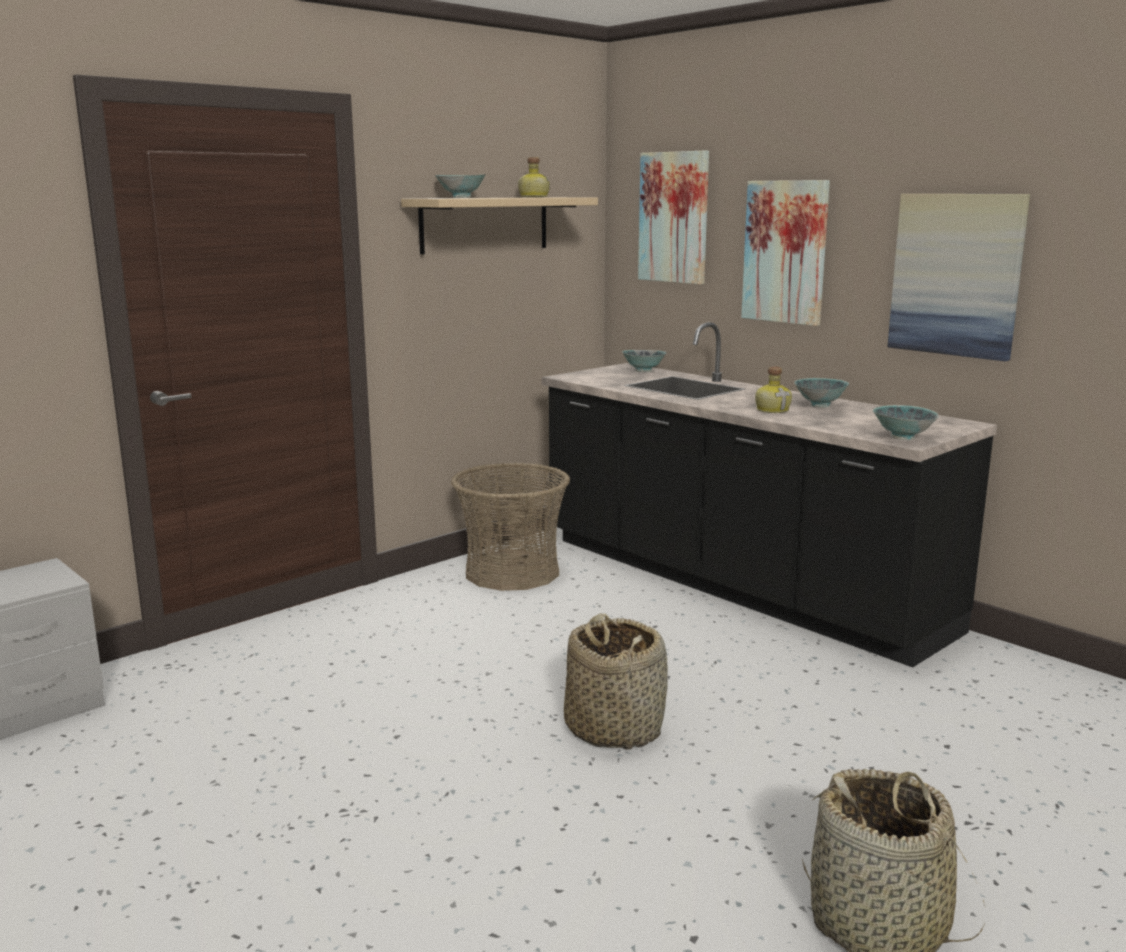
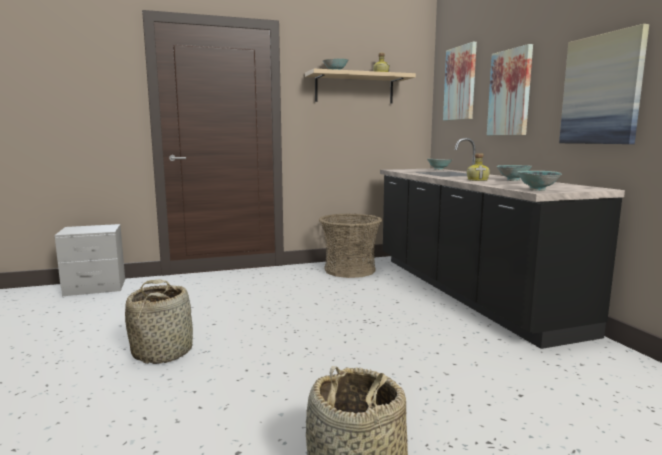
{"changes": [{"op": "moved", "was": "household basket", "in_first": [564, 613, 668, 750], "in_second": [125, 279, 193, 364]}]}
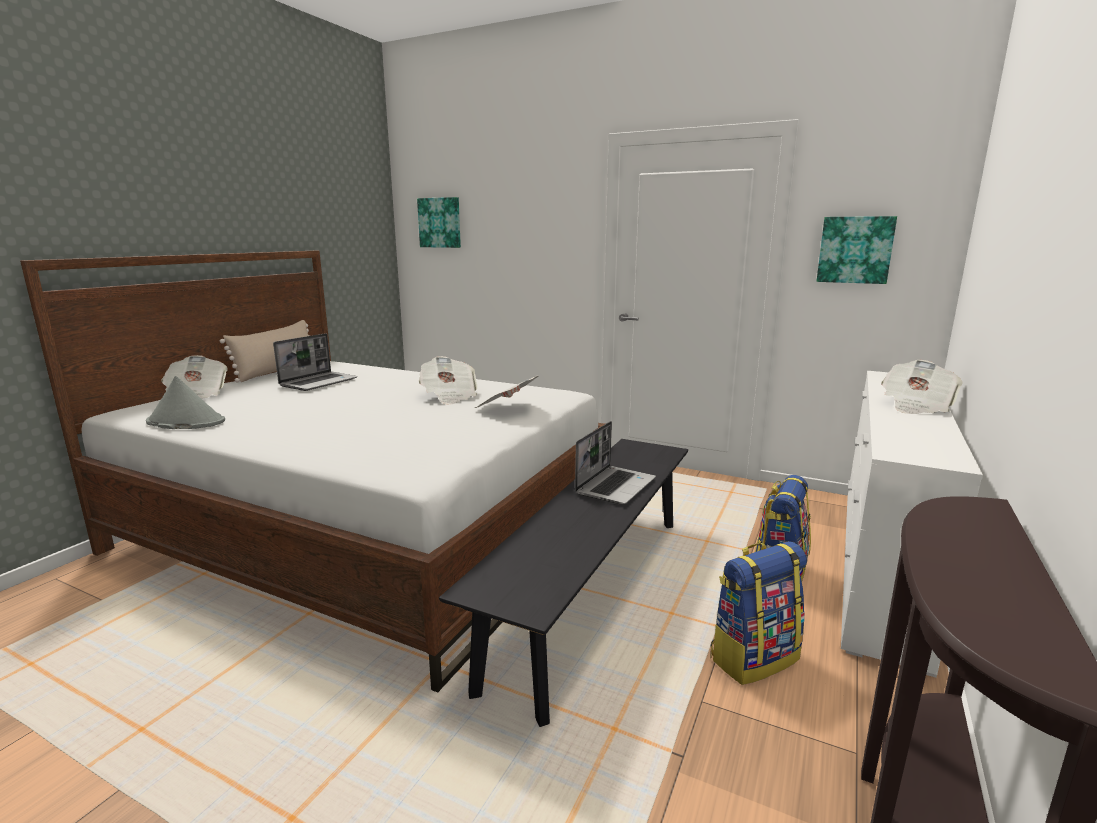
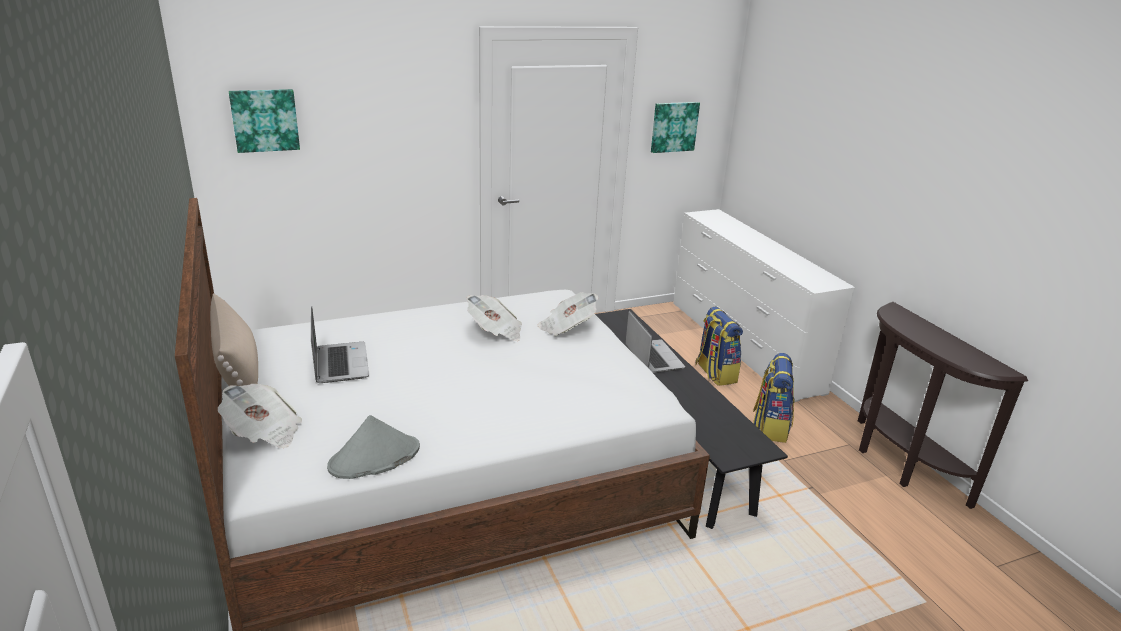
{"changes": [{"op": "removed", "was": "daily paper", "in_first": [881, 360, 962, 414]}]}
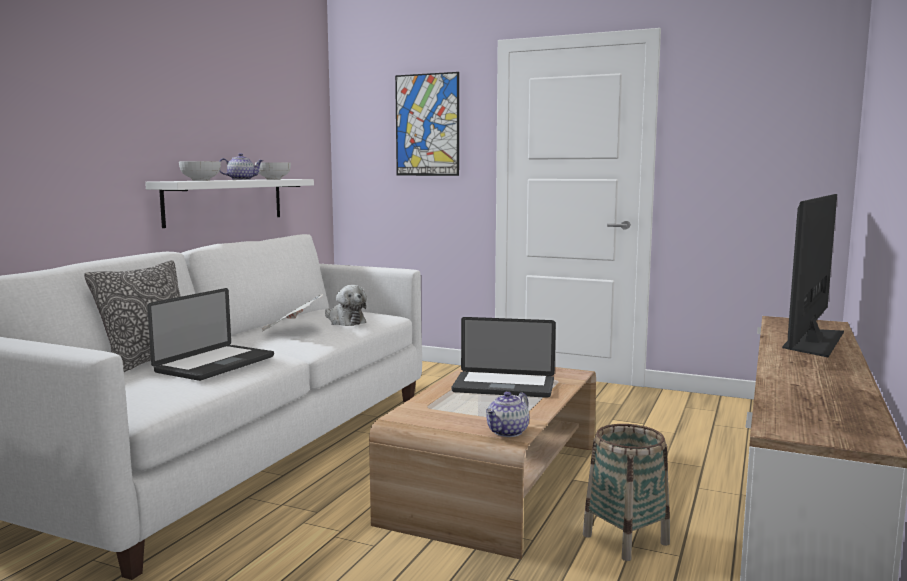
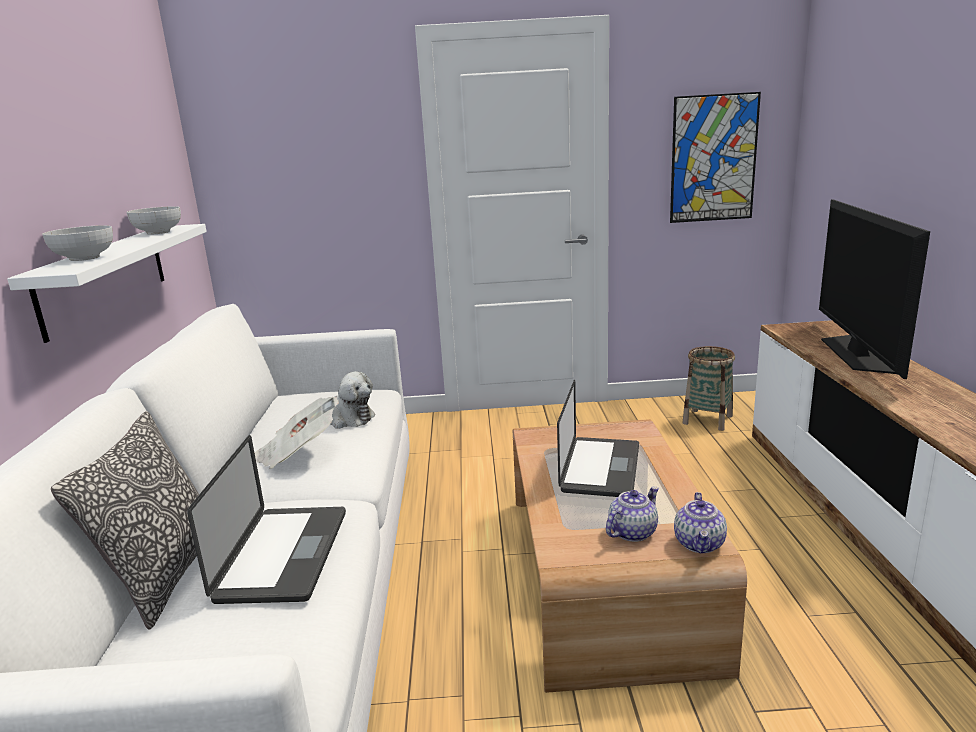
{"changes": [{"op": "moved", "was": "tea pot", "in_first": [219, 153, 263, 180], "in_second": [606, 487, 659, 542]}, {"op": "moved", "was": "wall art", "in_first": [395, 72, 459, 176], "in_second": [670, 92, 761, 223]}, {"op": "moved", "was": "household basket", "in_first": [583, 424, 670, 561], "in_second": [682, 346, 735, 431]}, {"op": "turned", "was": "notebook computer", "in_first": [452, 317, 556, 398], "in_second": [557, 380, 639, 497], "clockwise": -60}]}
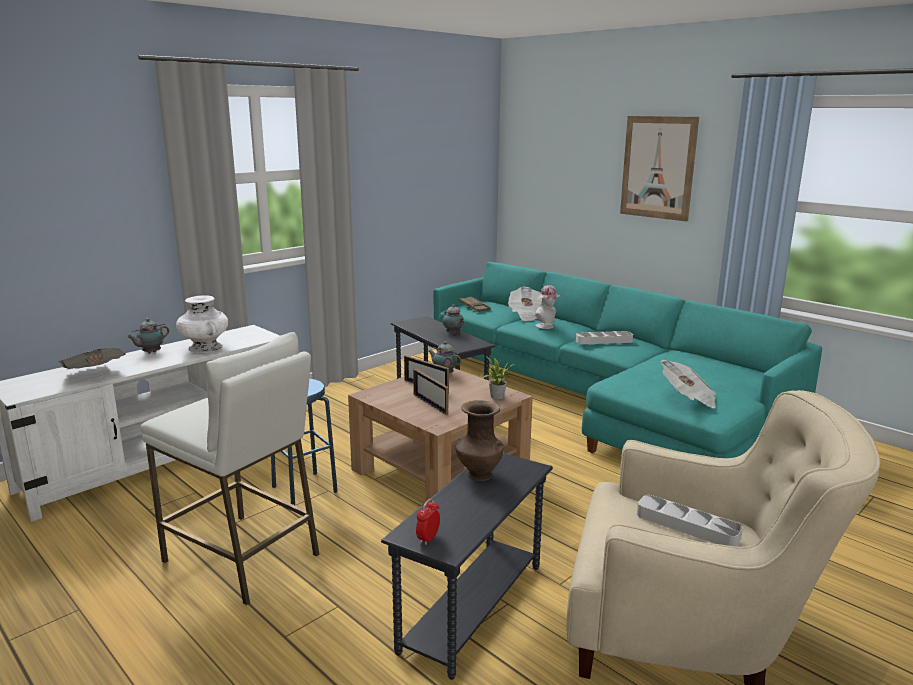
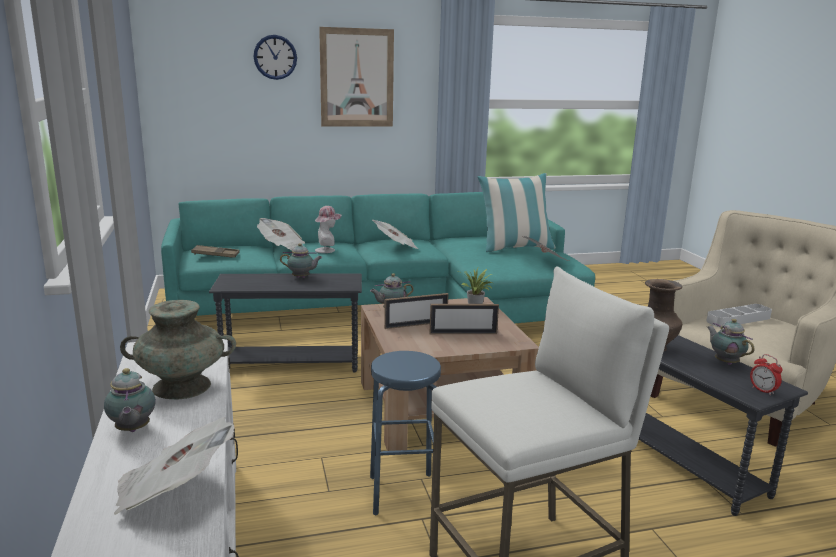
{"changes": [{"op": "added", "now": "clock on the wall", "in_second": [254, 35, 297, 80]}, {"op": "added", "now": "pillow", "in_second": [477, 173, 556, 252]}, {"op": "added", "now": "tea pot", "in_second": [707, 319, 755, 365]}, {"op": "replaced", "was": "greyish serving tray", "now": "daily paper", "in_first": [576, 331, 633, 344], "in_second": [372, 220, 418, 249]}, {"op": "recoloured", "was": "white vase", "now": "turquoise-coloured vase", "in_first": [176, 295, 228, 353], "in_second": [120, 300, 236, 399]}]}
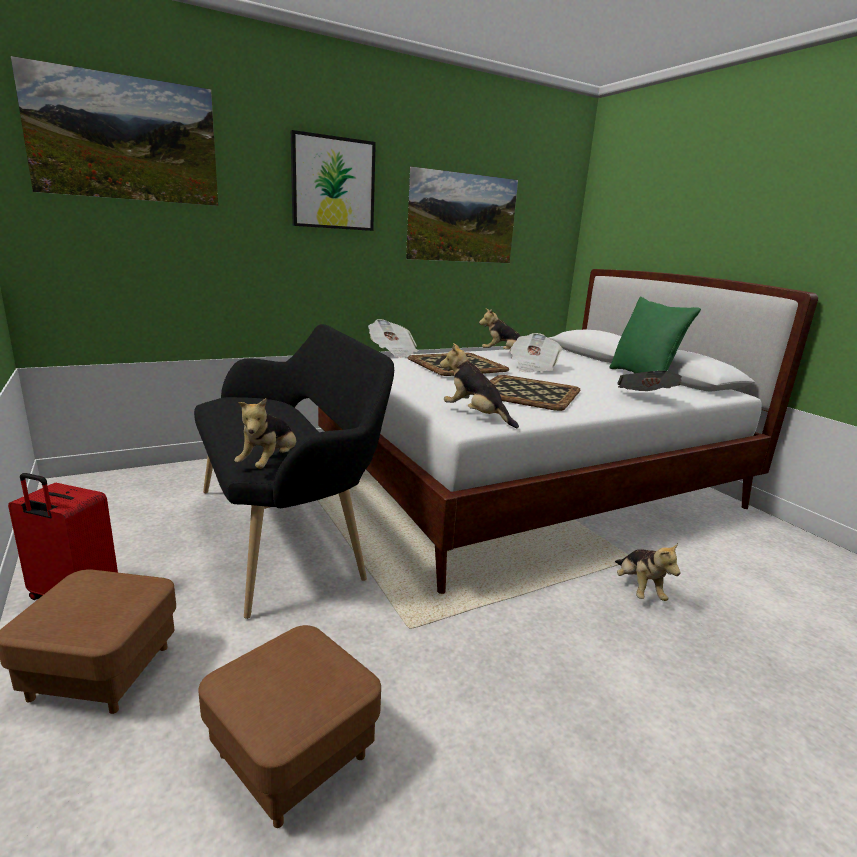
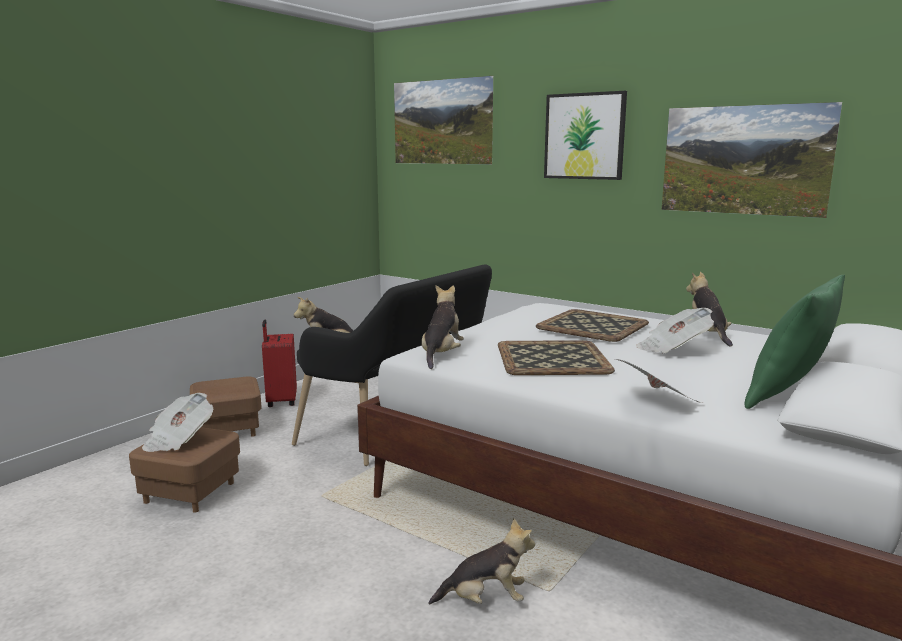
{"changes": [{"op": "moved", "was": "daily paper", "in_first": [368, 319, 418, 358], "in_second": [142, 393, 213, 452]}, {"op": "turned", "was": "soft toy", "in_first": [615, 543, 680, 601], "in_second": [428, 518, 535, 604], "clockwise": -150}]}
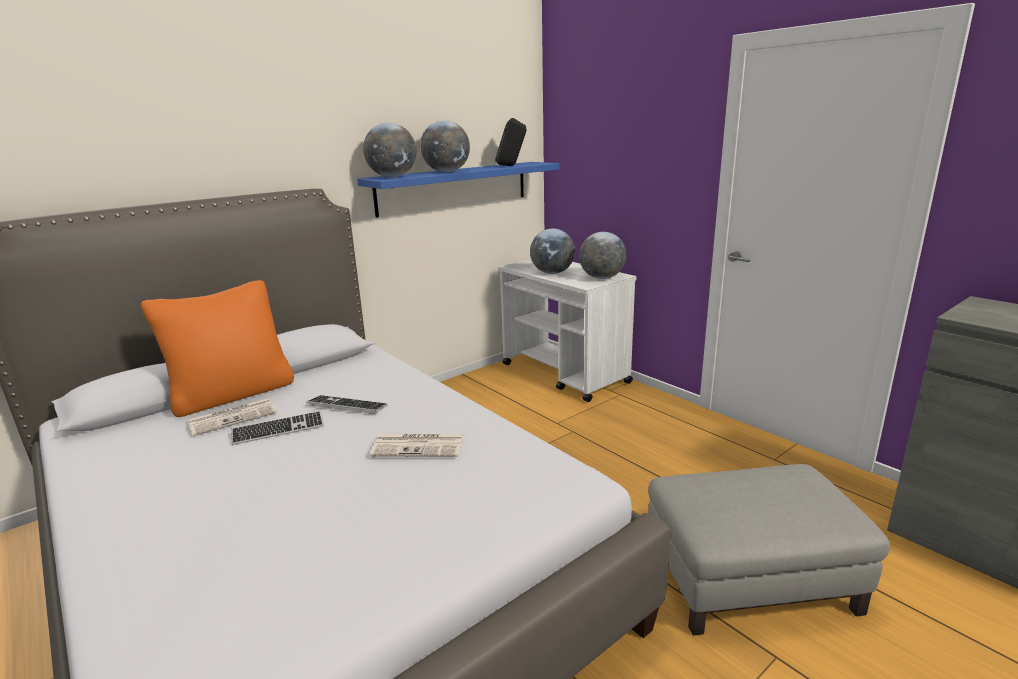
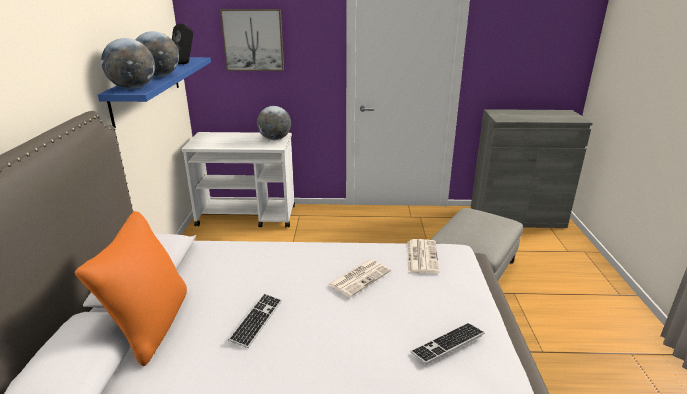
{"changes": [{"op": "removed", "was": "globe", "in_first": [530, 229, 575, 274]}, {"op": "added", "now": "wall art", "in_second": [220, 9, 284, 71]}, {"op": "moved", "was": "daily paper", "in_first": [187, 398, 277, 436], "in_second": [407, 239, 440, 274]}, {"op": "moved", "was": "keyboard", "in_first": [306, 395, 388, 414], "in_second": [410, 323, 485, 365]}]}
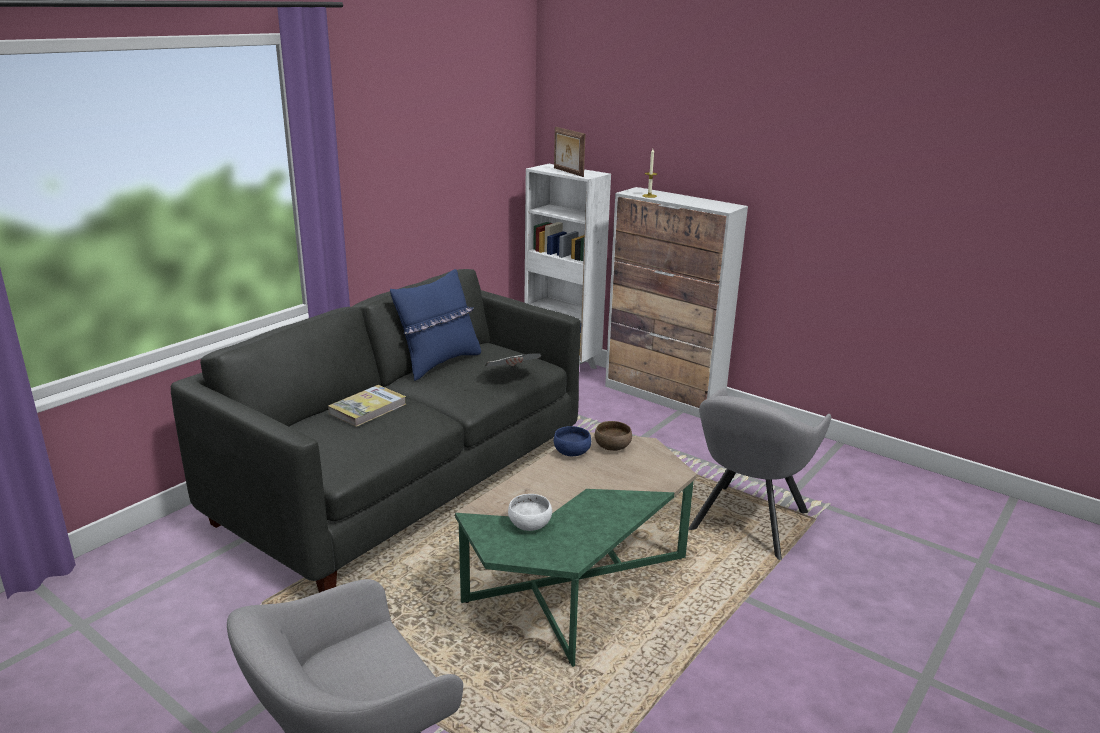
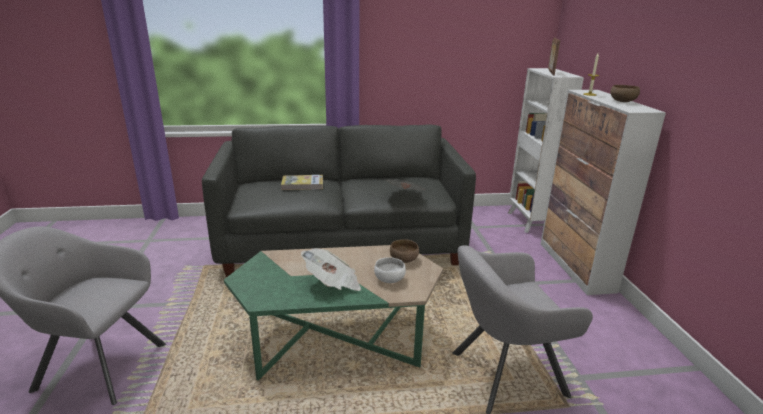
{"changes": [{"op": "removed", "was": "blue pillow", "in_first": [390, 269, 481, 381]}, {"op": "removed", "was": "blue bowl", "in_first": [554, 426, 591, 456]}, {"op": "added", "now": "daily paper", "in_second": [301, 248, 361, 291]}, {"op": "added", "now": "brown bowl", "in_second": [610, 85, 640, 102]}, {"op": "moved", "was": "white bowl", "in_first": [508, 494, 552, 531], "in_second": [374, 257, 406, 283]}]}
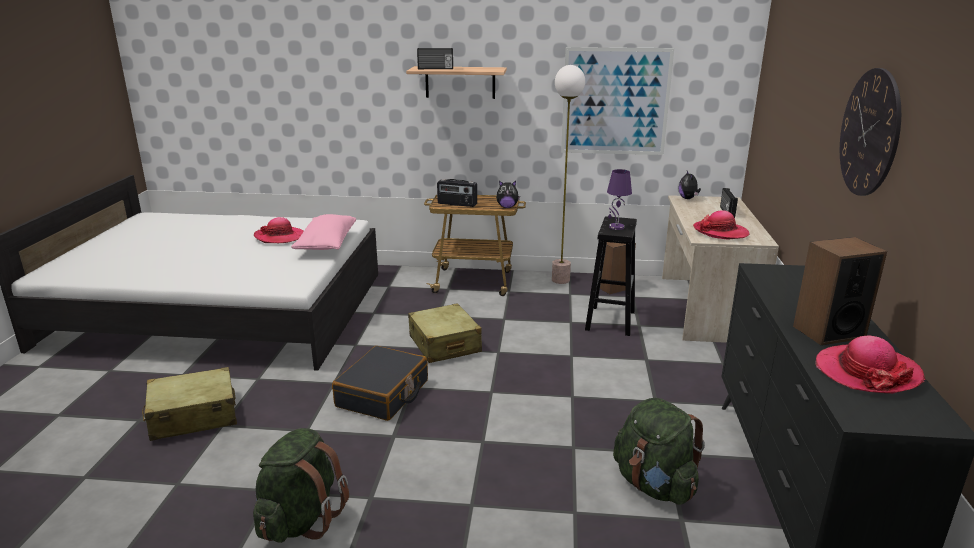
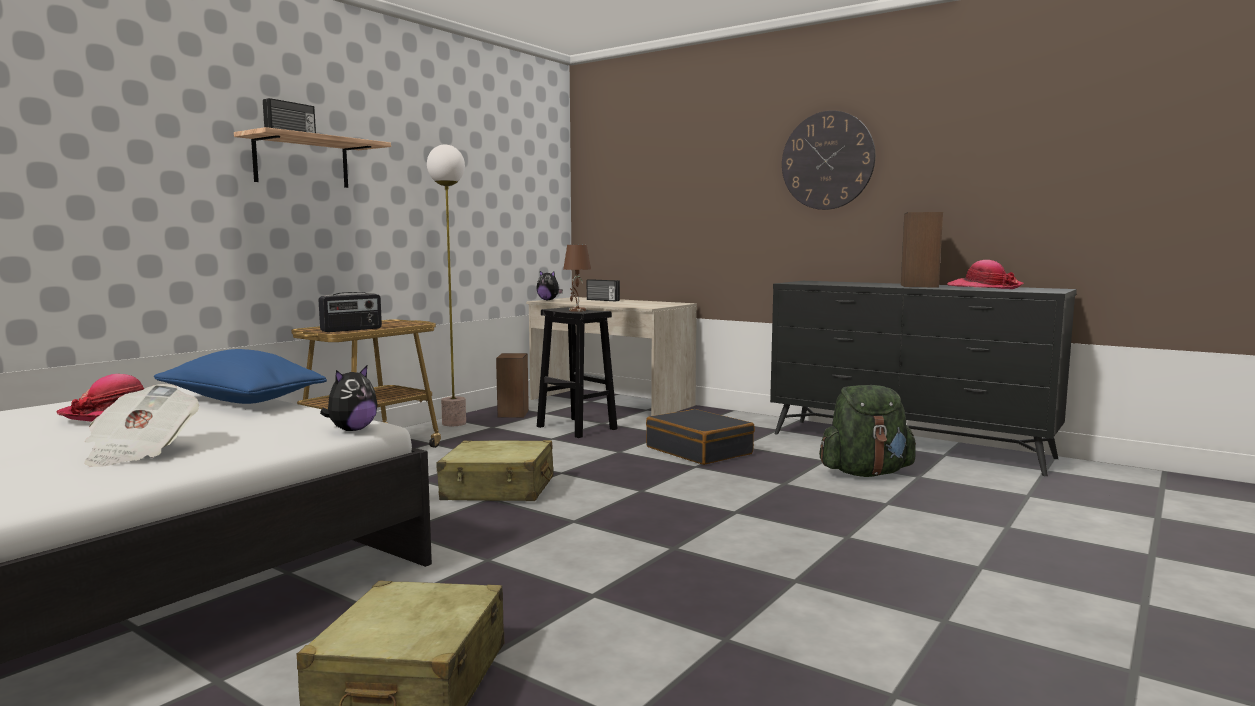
{"changes": [{"op": "removed", "was": "greenish knapsack", "in_first": [253, 428, 349, 543]}, {"op": "removed", "was": "wall art", "in_first": [561, 47, 674, 155]}, {"op": "removed", "was": "hat", "in_first": [693, 210, 750, 240]}, {"op": "added", "now": "daily paper", "in_second": [85, 384, 199, 467]}, {"op": "moved", "was": "black piece of luggage", "in_first": [332, 346, 428, 421], "in_second": [646, 409, 755, 465]}, {"op": "moved", "was": "soft toy", "in_first": [496, 181, 520, 208], "in_second": [320, 366, 378, 431]}, {"op": "recoloured", "was": "pink pillow", "now": "blue pillow", "in_first": [291, 214, 356, 250], "in_second": [154, 349, 327, 404]}, {"op": "recoloured", "was": "purple-coloured tabletop lamp", "now": "brown tabletop lamp", "in_first": [607, 169, 632, 230], "in_second": [563, 245, 591, 312]}]}
